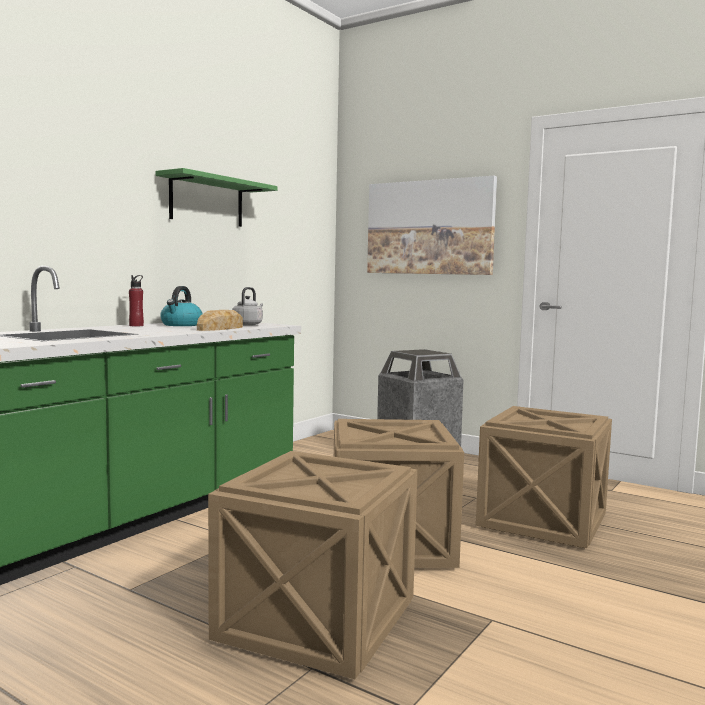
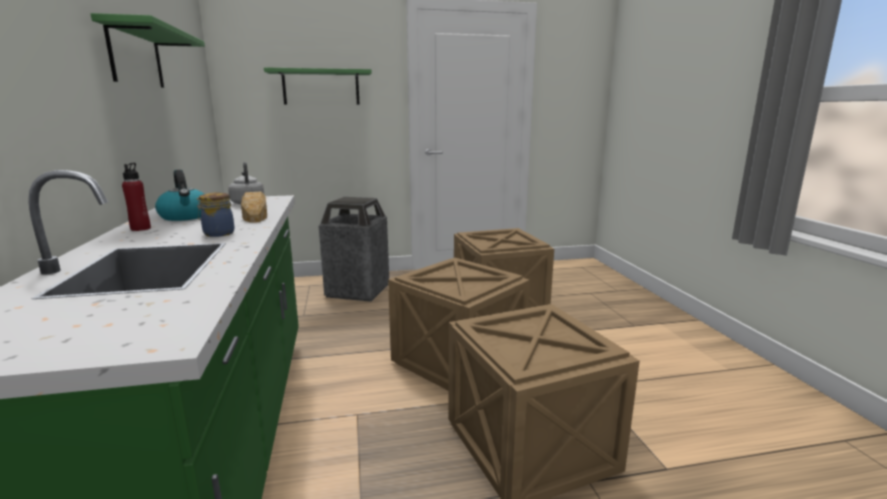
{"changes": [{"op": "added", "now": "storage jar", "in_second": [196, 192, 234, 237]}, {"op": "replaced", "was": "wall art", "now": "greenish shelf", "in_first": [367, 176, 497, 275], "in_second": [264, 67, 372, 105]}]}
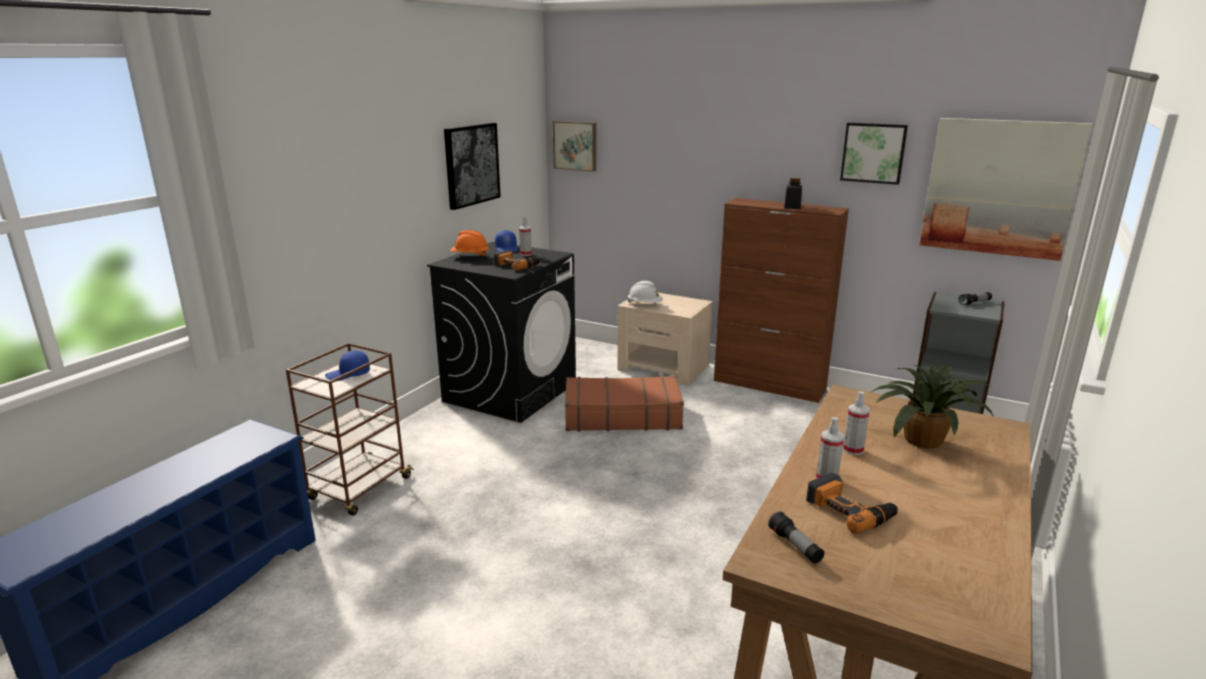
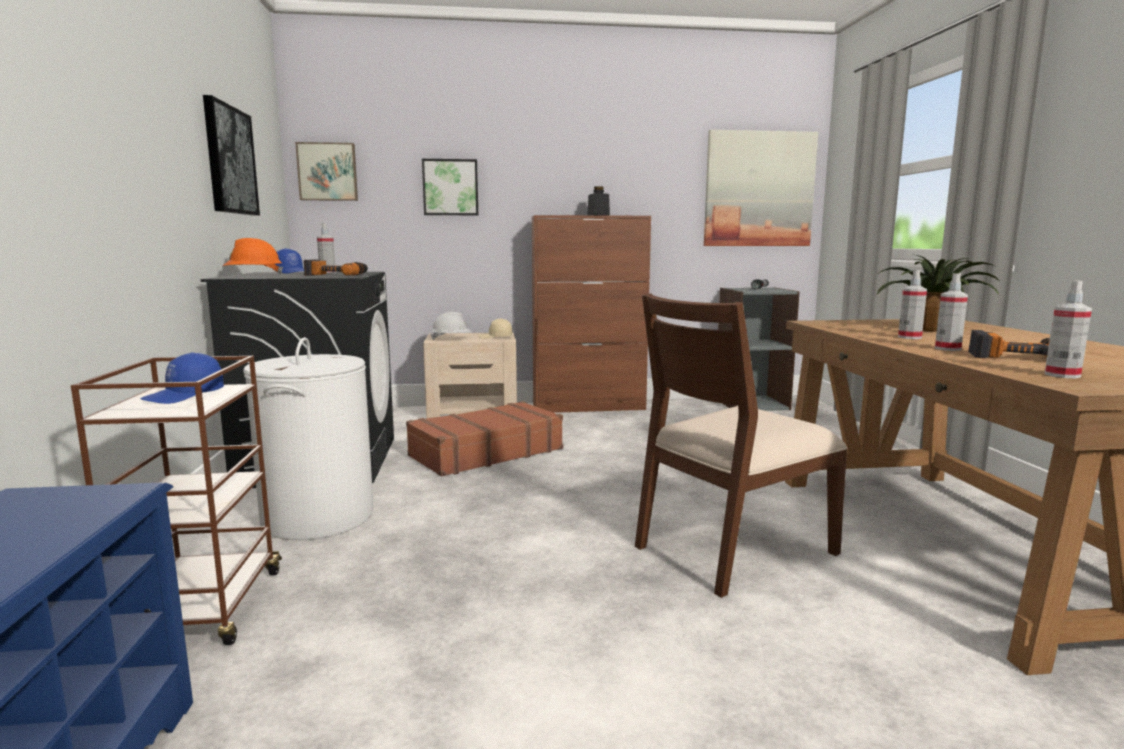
{"changes": [{"op": "added", "now": "white laundry basket", "in_second": [243, 337, 374, 540]}, {"op": "added", "now": "beige-coloured cap", "in_second": [478, 318, 512, 339]}, {"op": "added", "now": "brown chair", "in_second": [635, 293, 848, 598]}, {"op": "moved", "was": "wall art", "in_first": [840, 123, 908, 185], "in_second": [422, 159, 478, 215]}, {"op": "replaced", "was": "torch", "now": "spray bottle", "in_first": [768, 511, 824, 564], "in_second": [1045, 280, 1092, 378]}]}
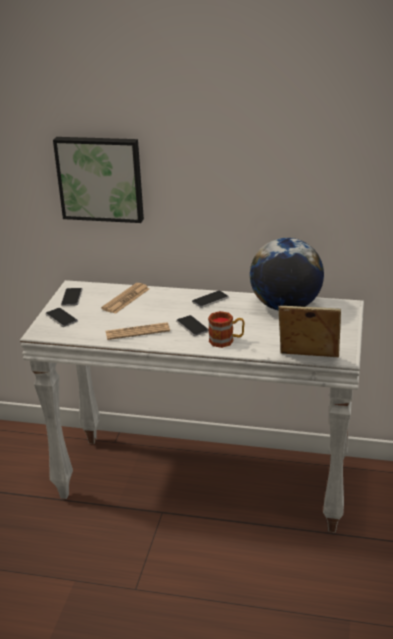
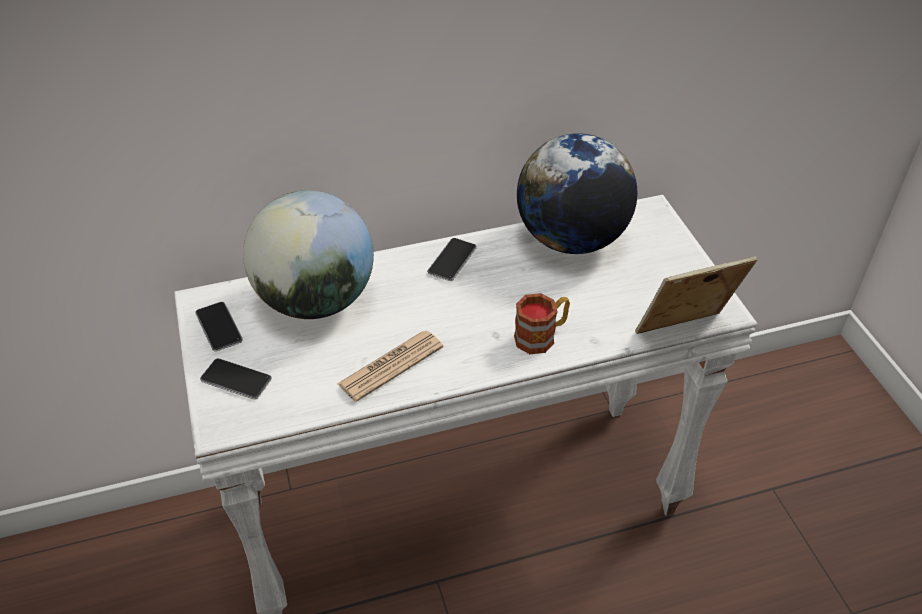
{"changes": [{"op": "removed", "was": "wall art", "in_first": [53, 137, 144, 223]}, {"op": "removed", "was": "handset", "in_first": [176, 315, 209, 336]}, {"op": "replaced", "was": "daily paper", "now": "globe", "in_first": [101, 283, 149, 314], "in_second": [243, 190, 374, 319]}]}
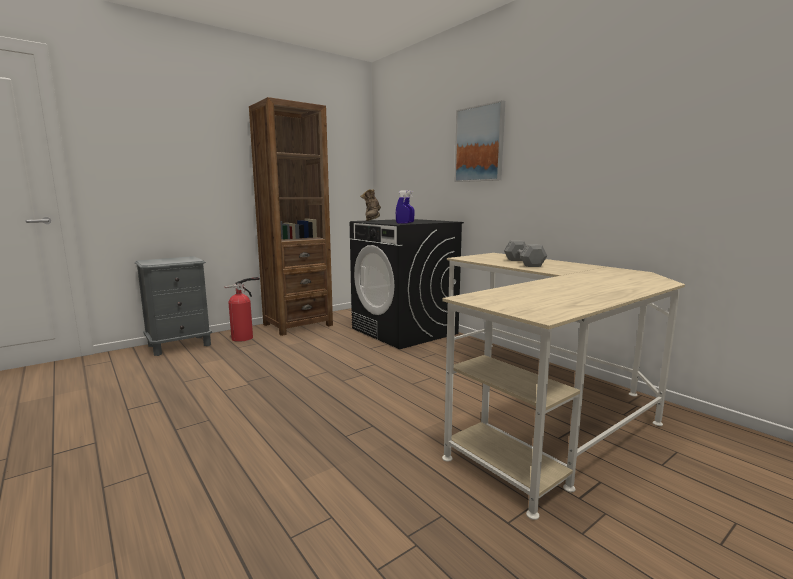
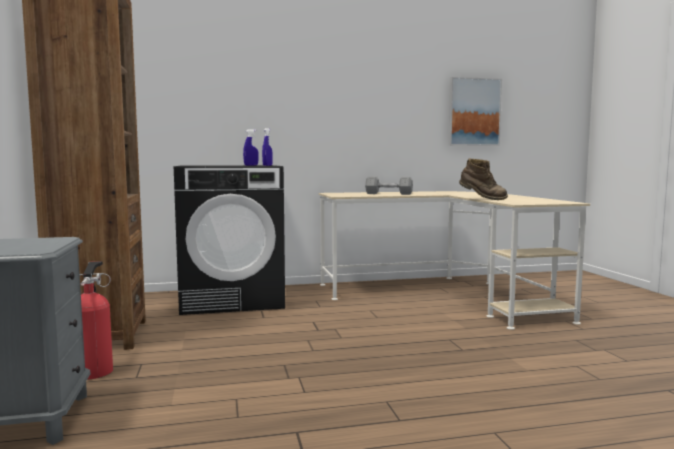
{"changes": [{"op": "moved", "was": "brown boot", "in_first": [360, 189, 381, 221], "in_second": [459, 158, 508, 200]}, {"op": "moved", "was": "wall art", "in_first": [455, 100, 505, 182], "in_second": [448, 77, 502, 146]}]}
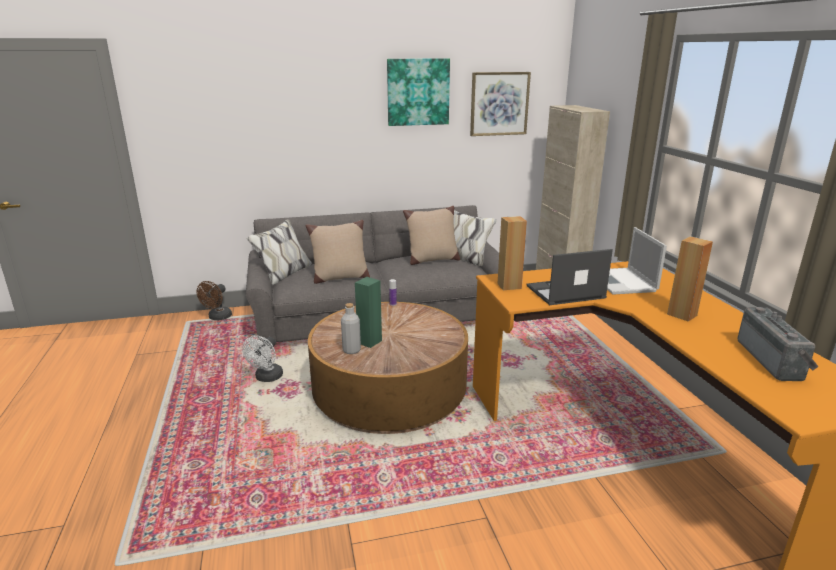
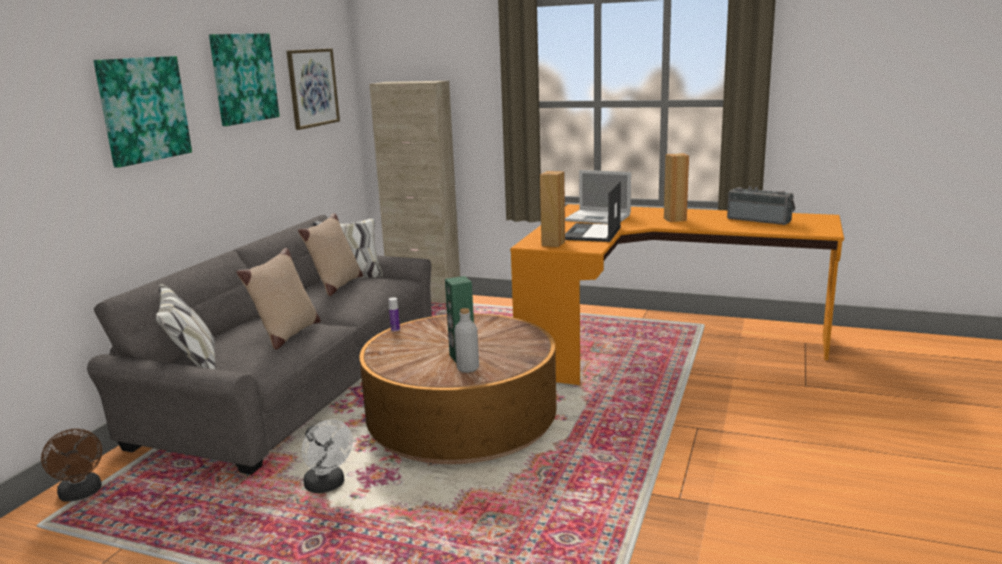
{"changes": [{"op": "added", "now": "wall art", "in_second": [93, 56, 192, 168]}]}
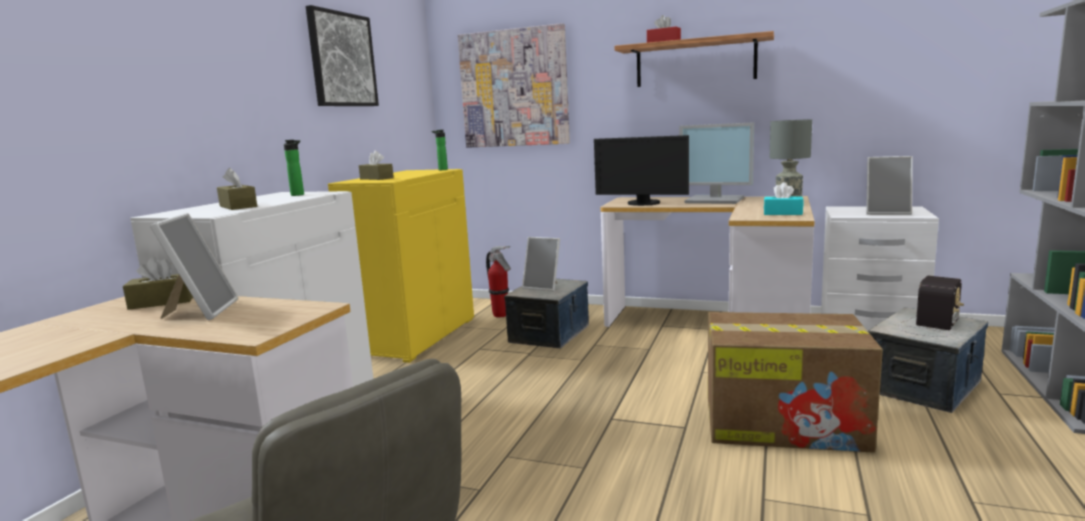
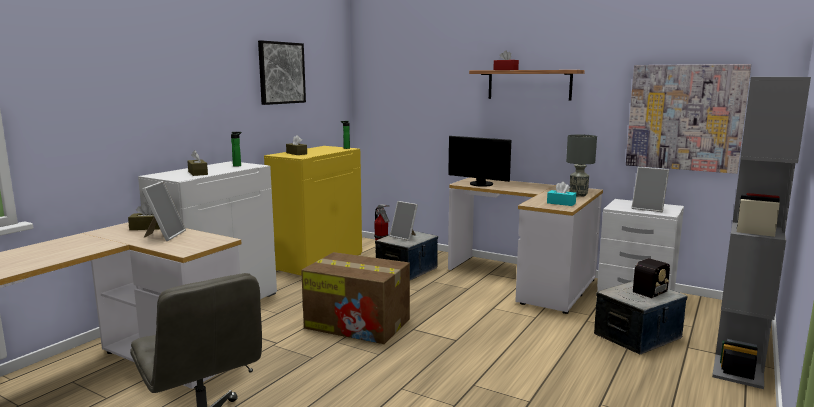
{"changes": [{"op": "removed", "was": "computer display", "in_first": [679, 122, 754, 204]}, {"op": "moved", "was": "wall art", "in_first": [458, 23, 570, 148], "in_second": [626, 64, 751, 174]}, {"op": "moved", "was": "carton", "in_first": [708, 312, 883, 453], "in_second": [301, 252, 410, 344]}]}
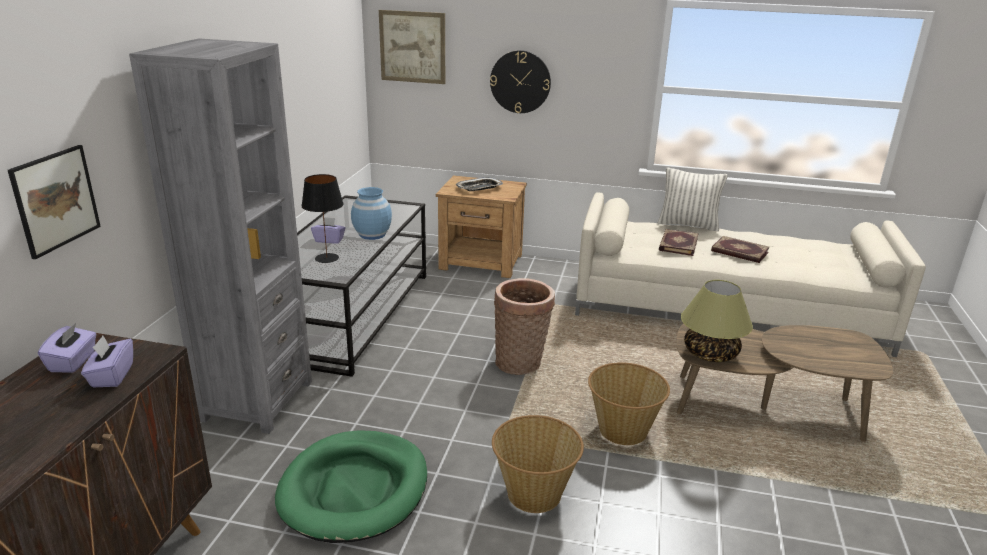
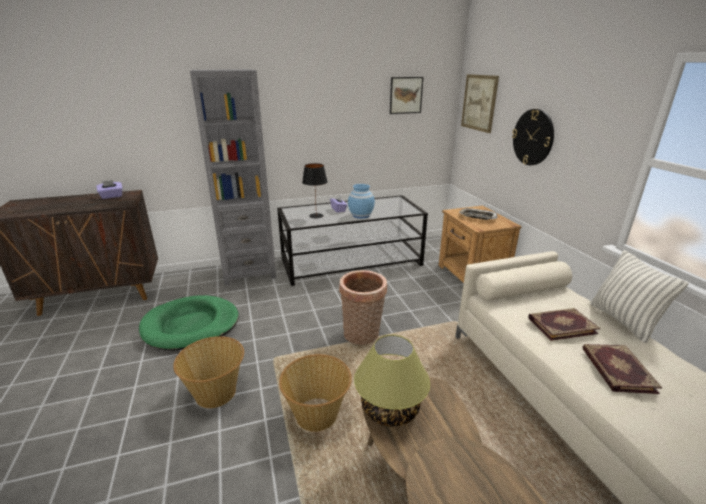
{"changes": [{"op": "removed", "was": "purple-coloured box of tissues", "in_first": [81, 336, 133, 387]}, {"op": "moved", "was": "wall art", "in_first": [8, 145, 101, 259], "in_second": [390, 77, 423, 114]}]}
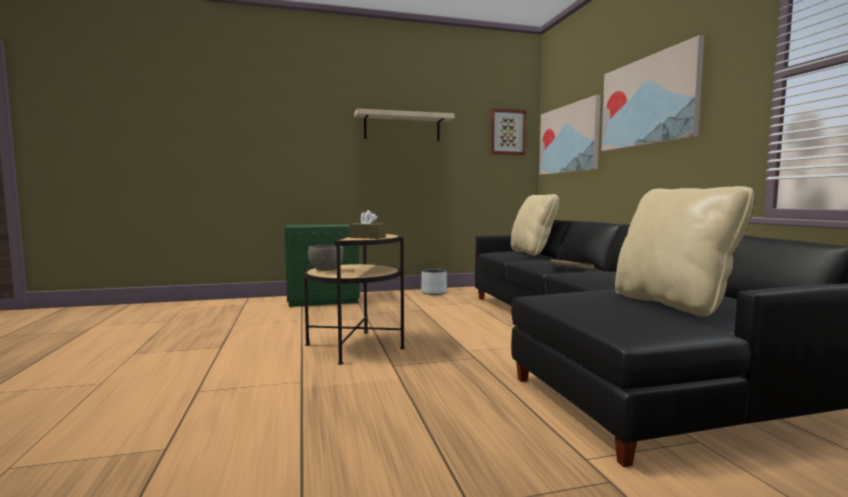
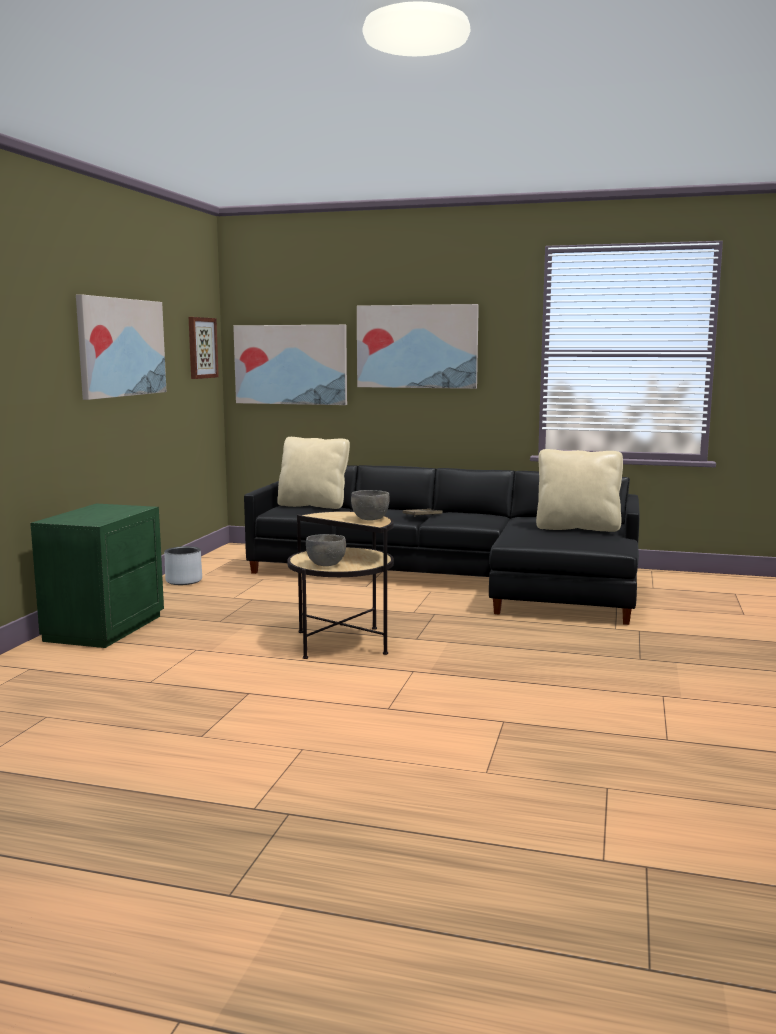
{"changes": [{"op": "replaced", "was": "brown box of tissues", "now": "greyish bowl", "in_first": [349, 210, 386, 239], "in_second": [351, 490, 390, 520]}, {"op": "replaced", "was": "beige-coloured shelf", "now": "wall art", "in_first": [354, 109, 455, 142], "in_second": [76, 294, 167, 400]}]}
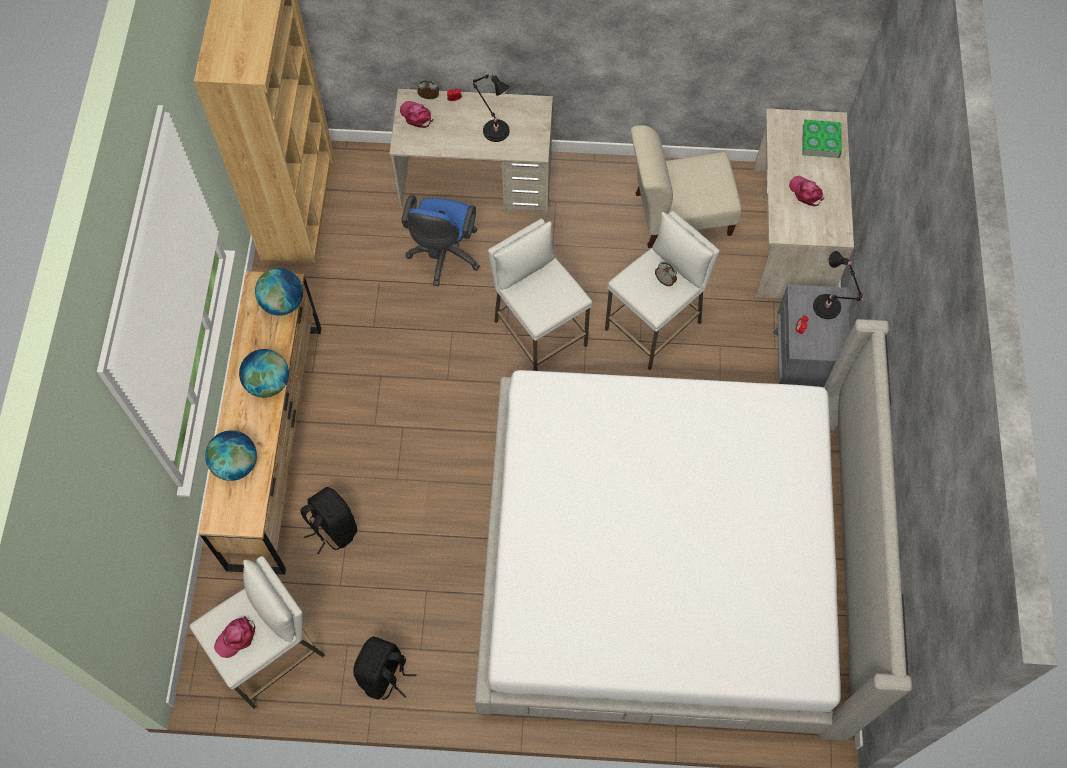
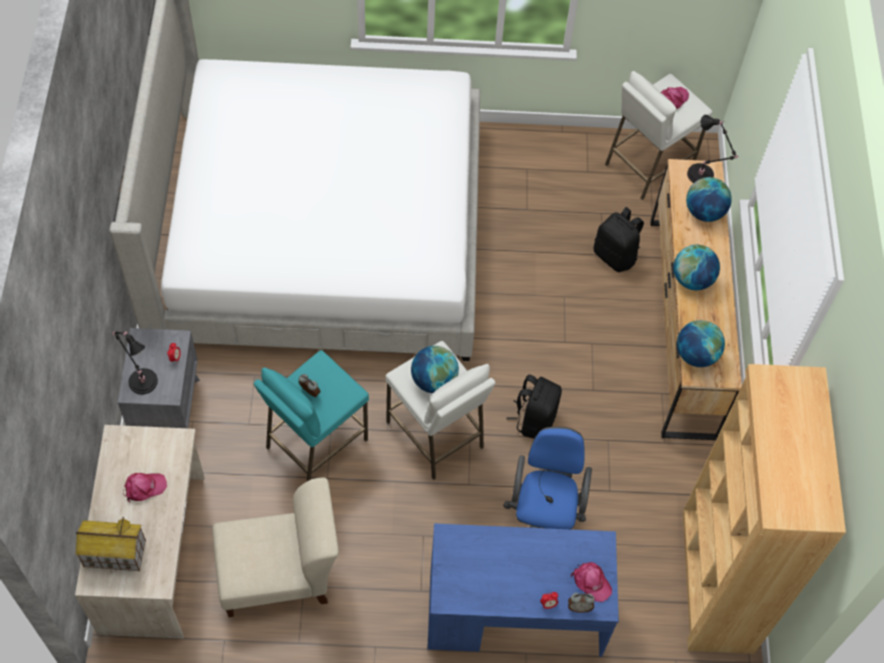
{"changes": [{"op": "added", "now": "globe", "in_second": [411, 346, 459, 393]}, {"op": "moved", "was": "black knapsack", "in_first": [353, 636, 416, 700], "in_second": [506, 374, 562, 439]}, {"op": "moved", "was": "black tabletop lamp", "in_first": [469, 73, 510, 142], "in_second": [687, 115, 739, 183]}, {"op": "replaced", "was": "book", "now": "toy house", "in_first": [802, 119, 842, 158], "in_second": [75, 517, 146, 571]}, {"op": "recoloured", "was": "beige-coloured desk unit", "now": "blue desk unit", "in_first": [390, 88, 553, 215], "in_second": [427, 523, 619, 657]}, {"op": "recoloured", "was": "white stool", "now": "turquoise-coloured stool", "in_first": [605, 211, 720, 370], "in_second": [254, 350, 369, 481]}, {"op": "turned", "was": "pink cap", "in_first": [789, 176, 825, 206], "in_second": [123, 473, 167, 503], "clockwise": -75}]}
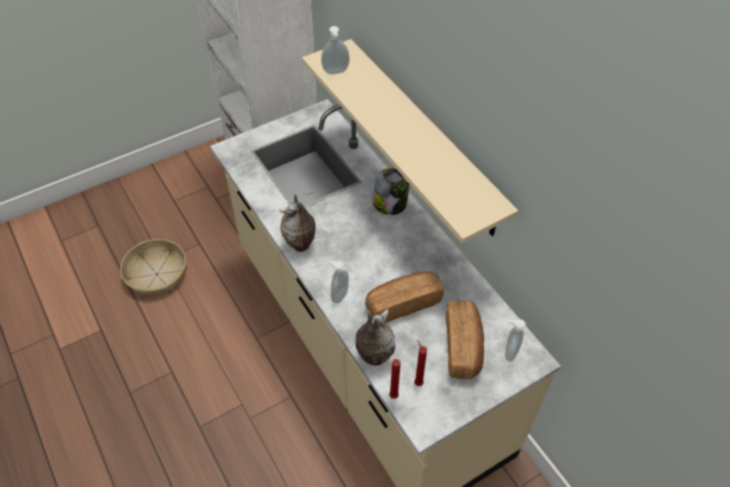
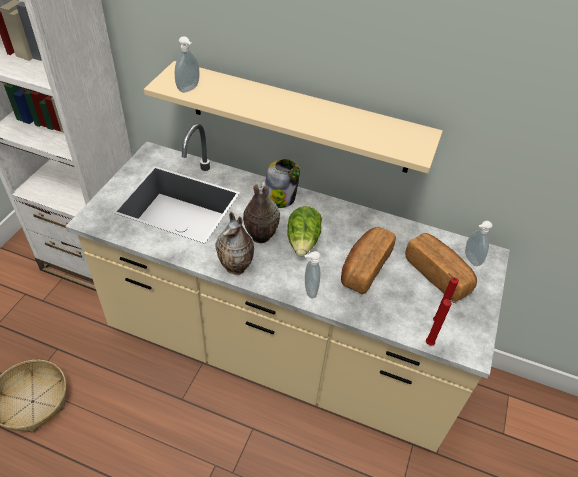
{"changes": [{"op": "added", "now": "lettuce", "in_second": [287, 206, 322, 257]}, {"op": "moved", "was": "vase", "in_first": [356, 310, 395, 365], "in_second": [243, 181, 280, 243]}]}
